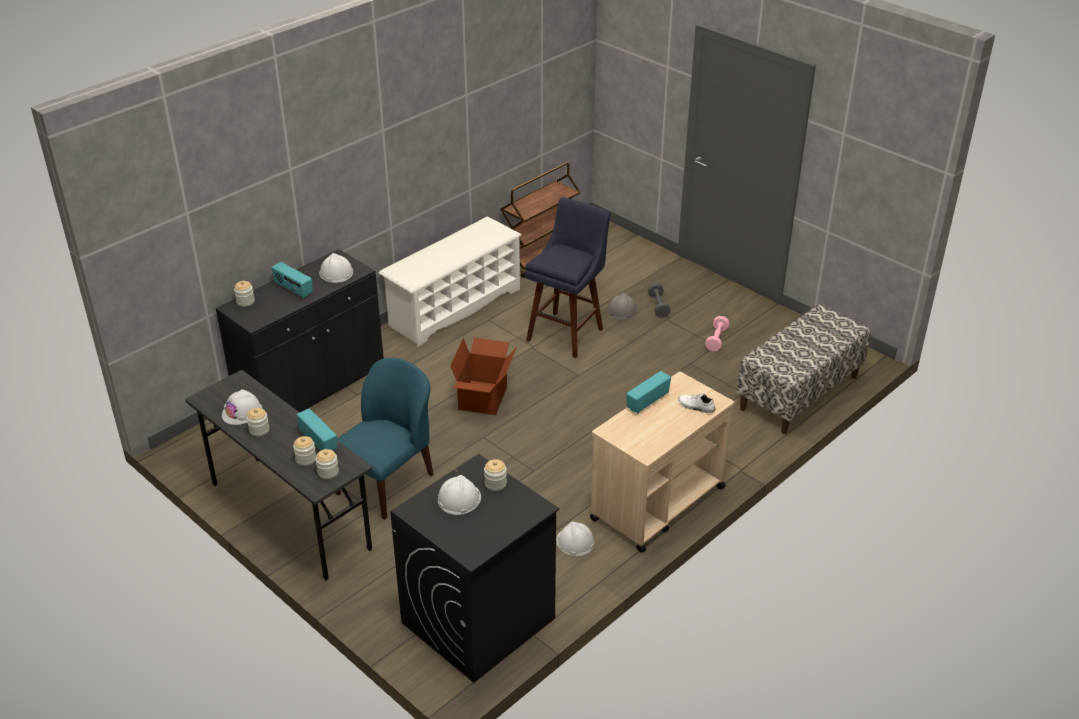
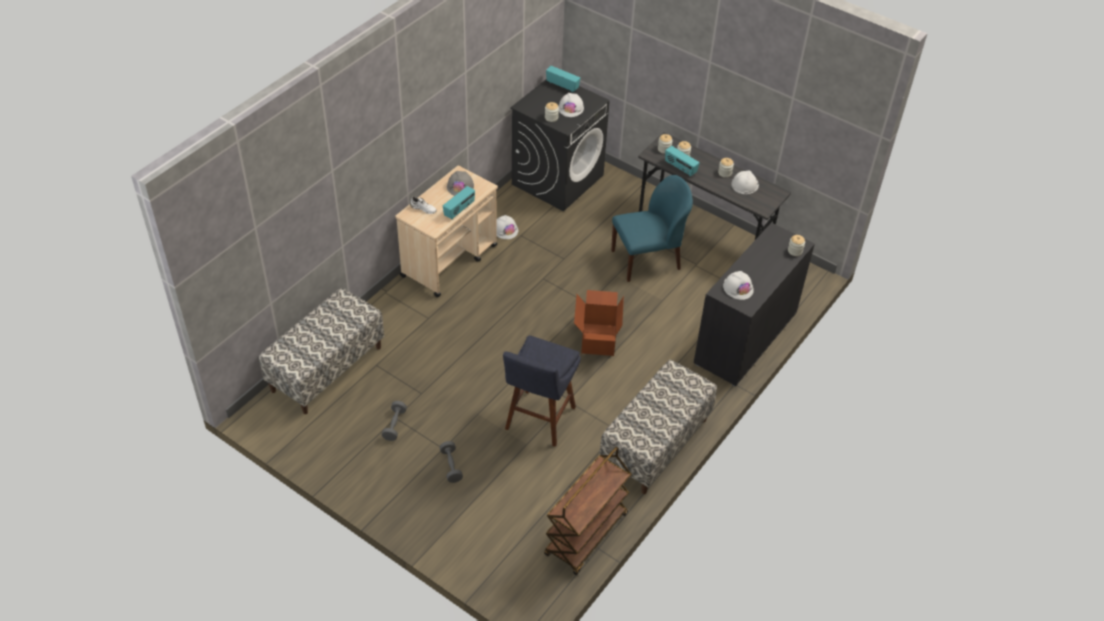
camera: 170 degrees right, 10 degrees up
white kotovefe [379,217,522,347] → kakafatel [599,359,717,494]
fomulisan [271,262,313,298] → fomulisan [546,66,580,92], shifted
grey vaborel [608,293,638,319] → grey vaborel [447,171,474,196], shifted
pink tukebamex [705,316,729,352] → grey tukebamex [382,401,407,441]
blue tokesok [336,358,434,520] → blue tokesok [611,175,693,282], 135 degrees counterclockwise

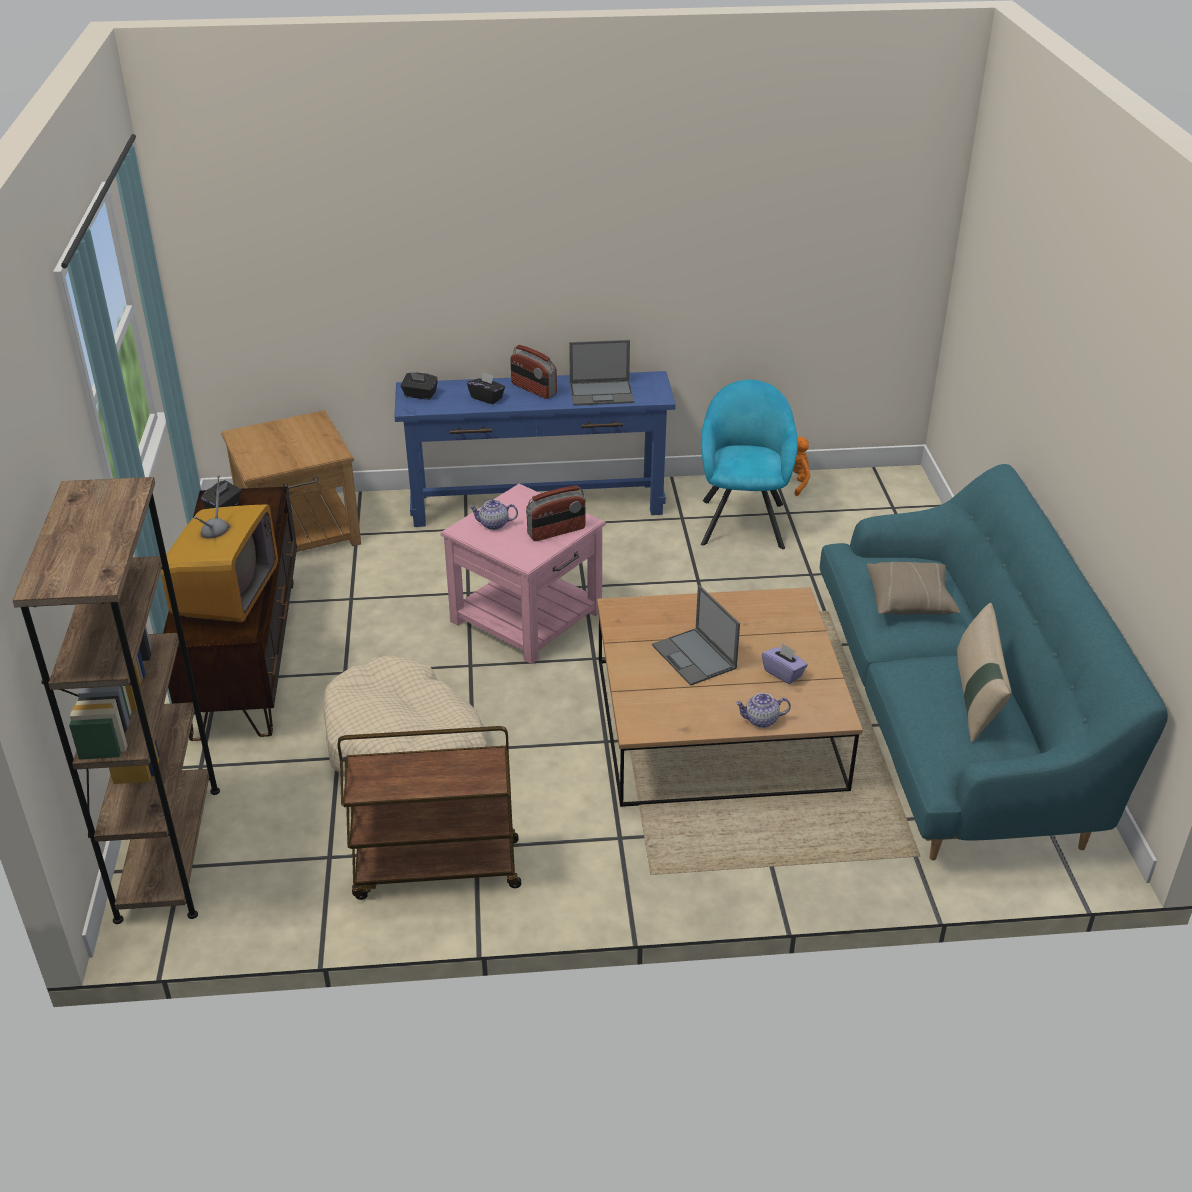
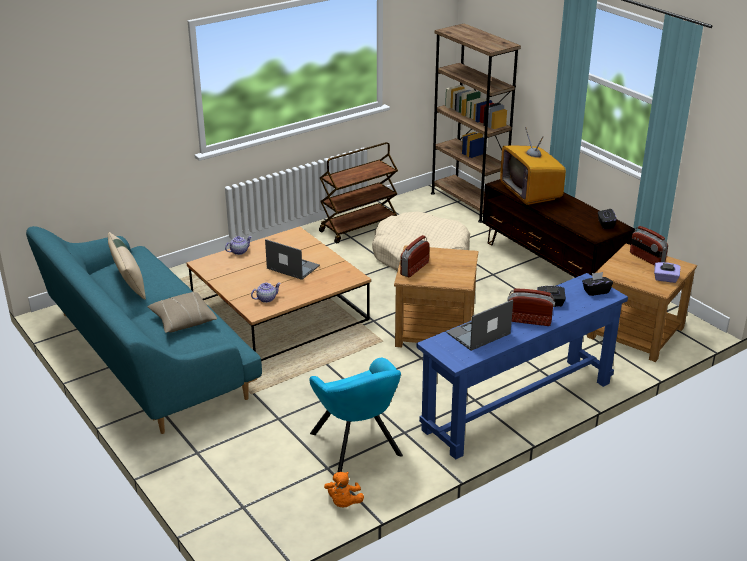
camera: 150 degrees right, 5 degrees down
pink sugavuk [440,484,606,664] → brown sugavuk [394,245,478,347]
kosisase [469,499,518,530] → kosisase [251,283,281,303], shifted
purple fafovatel [762,643,808,684] → purple fafovatel [654,262,681,283], shifted
- → fomulisan [630,226,668,265]

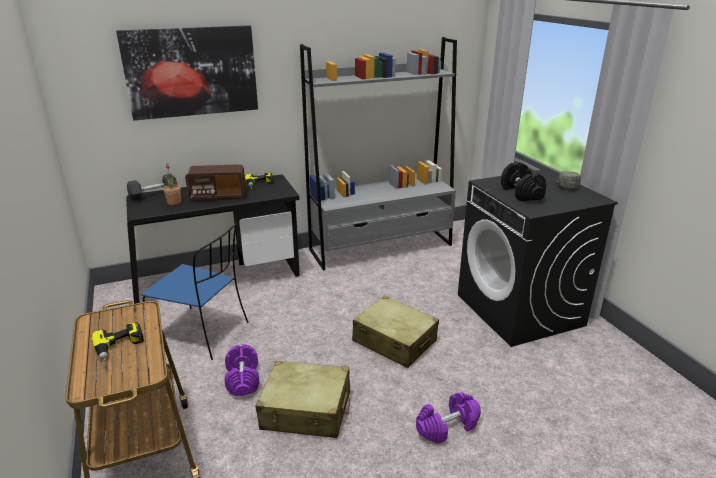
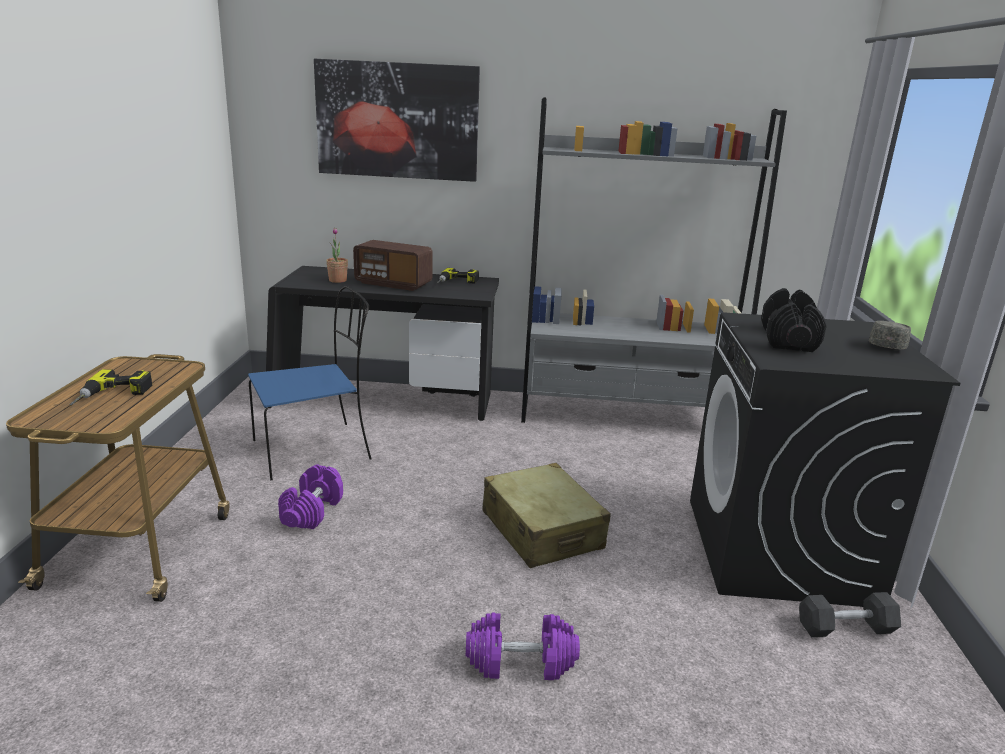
camera: 25 degrees right, 5 degrees down
grey tukebamex [127,174,178,201] → grey tukebamex [799,592,901,637], shifted
blue tokesok [141,223,249,360] → blue tokesok [248,286,372,480], 75 degrees counterclockwise
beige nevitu [256,361,350,438] → -

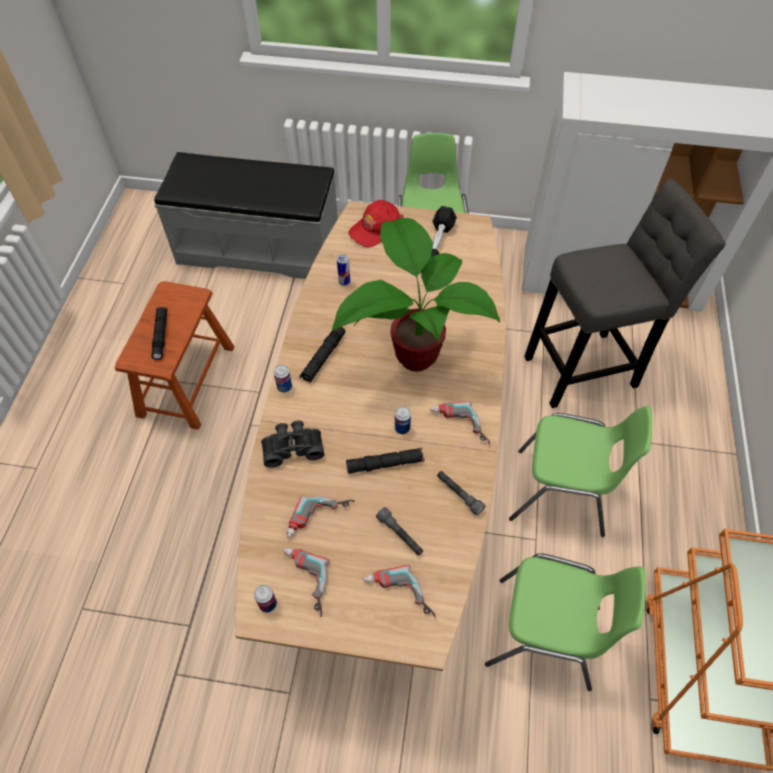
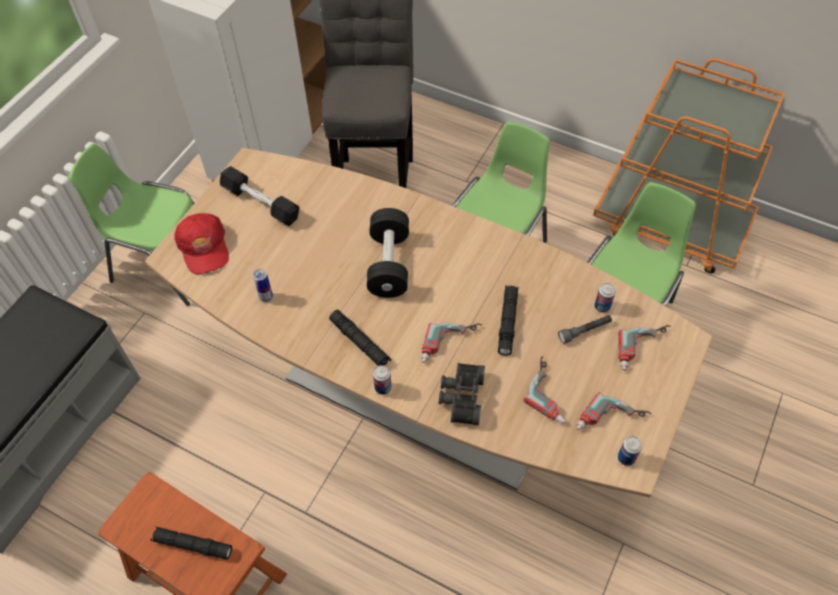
camera: 70 degrees left, 0 degrees up
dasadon [331,218,500,372] → black tukebamex [367,208,409,298]
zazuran [430,401,490,444] → zazuran [421,323,482,363], shifted
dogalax [395,406,411,434] → dogalax [594,283,615,313], shifted
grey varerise [437,471,485,516] → -

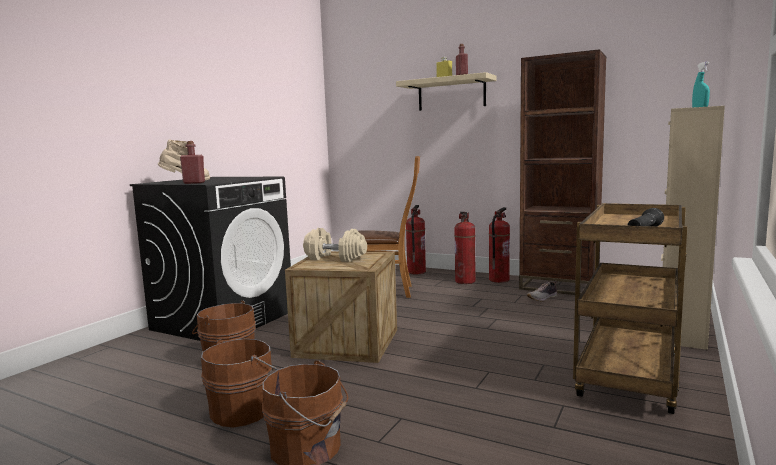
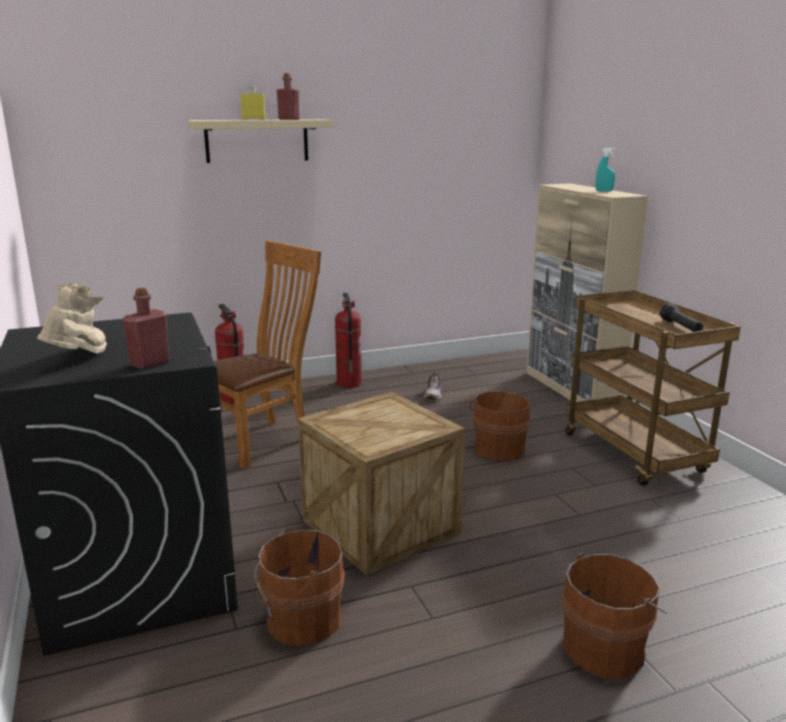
camera: 50 degrees left, 10 degrees up
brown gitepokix [519,49,607,295] → -
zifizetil [454,212,476,284] → -
beige tukebamex [303,228,367,262] → -
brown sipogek [201,339,279,428] → brown sipogek [470,391,531,461], shifted

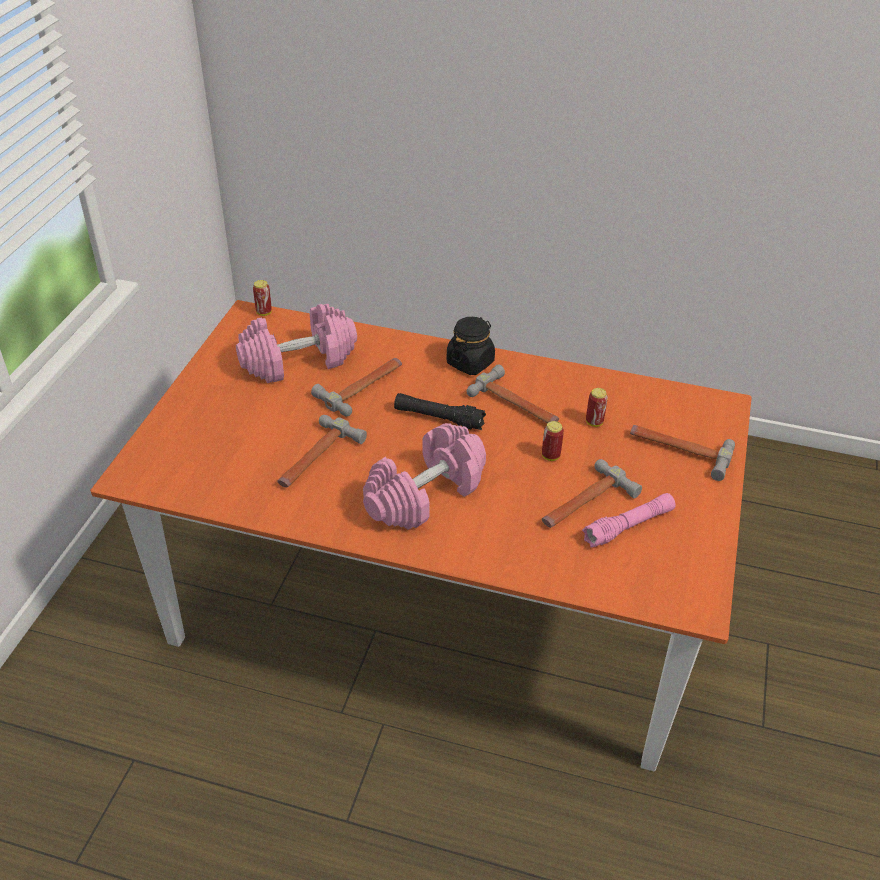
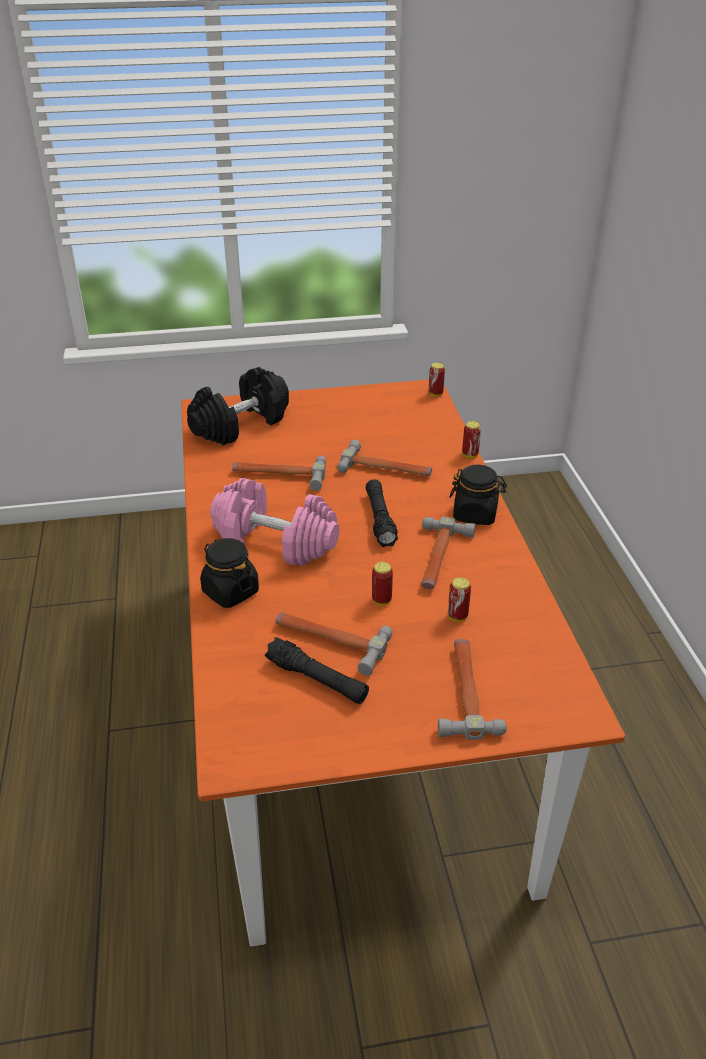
camera: 65 degrees right, 5 degrees down
pink tukebamex [236,304,357,383] → -
pink varerise [582,493,676,548] → black varerise [265,637,369,704]
- → black tukebamex [187,367,289,445]
- → dogalax [462,421,481,458]
- → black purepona [200,538,259,608]

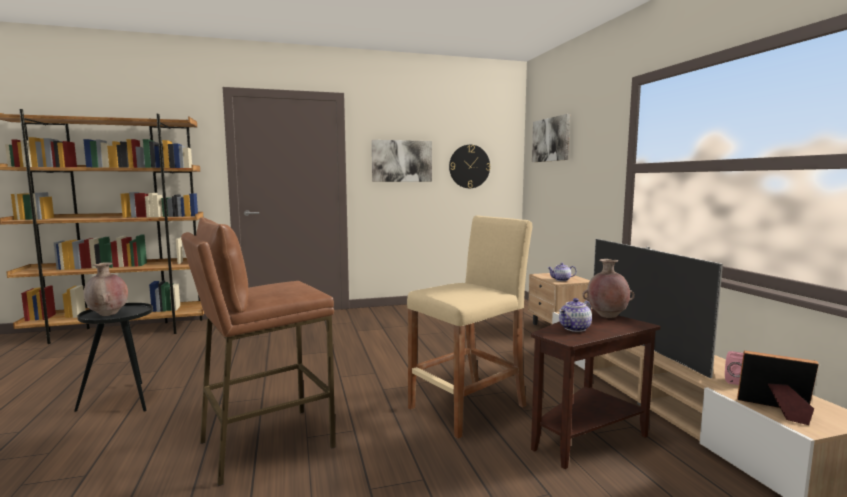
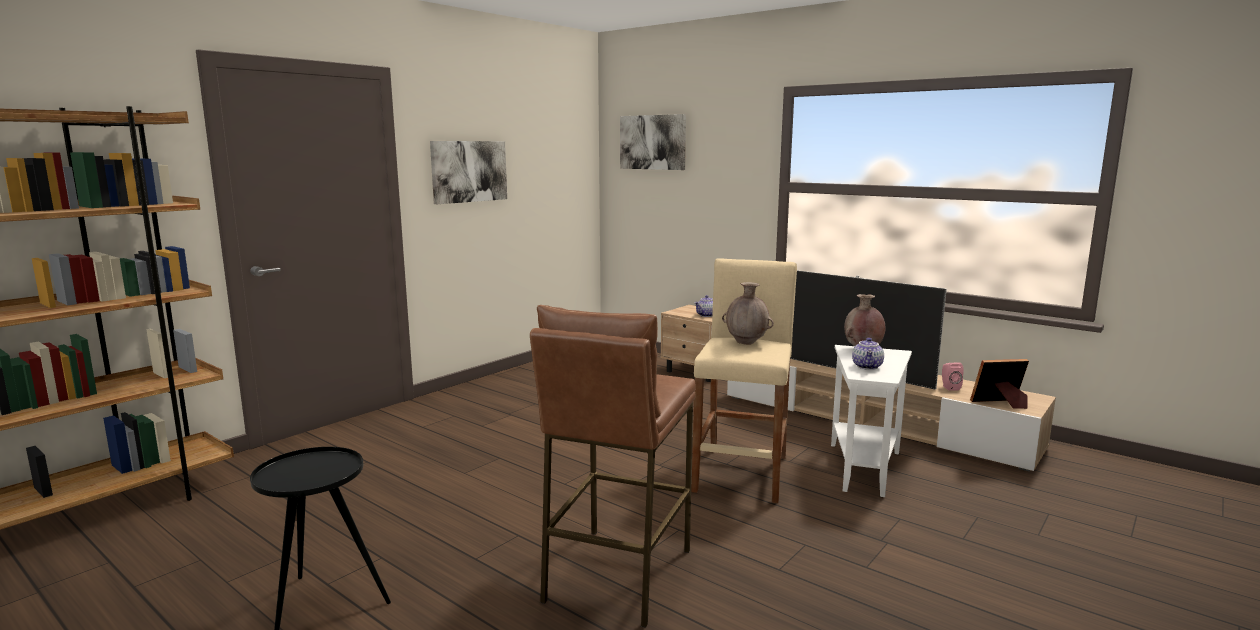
camera: 35 degrees left, 5 degrees up
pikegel [449,145,490,188] → -
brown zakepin [83,262,128,316] → brown zakepin [722,282,774,345], shifted
brown sugavuk [531,309,661,469] → white sugavuk [831,345,912,497]

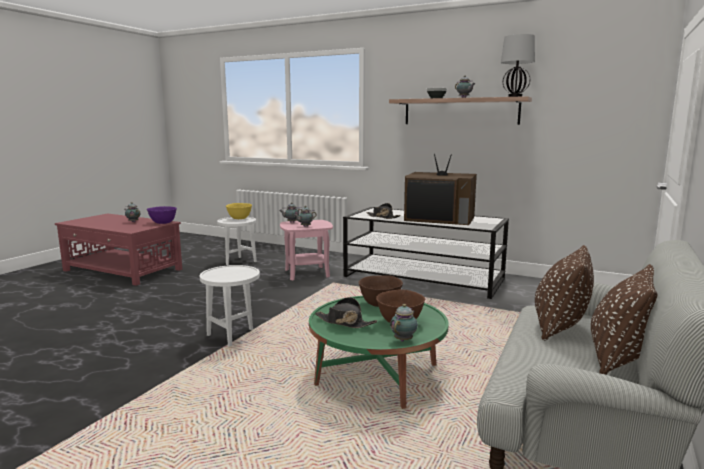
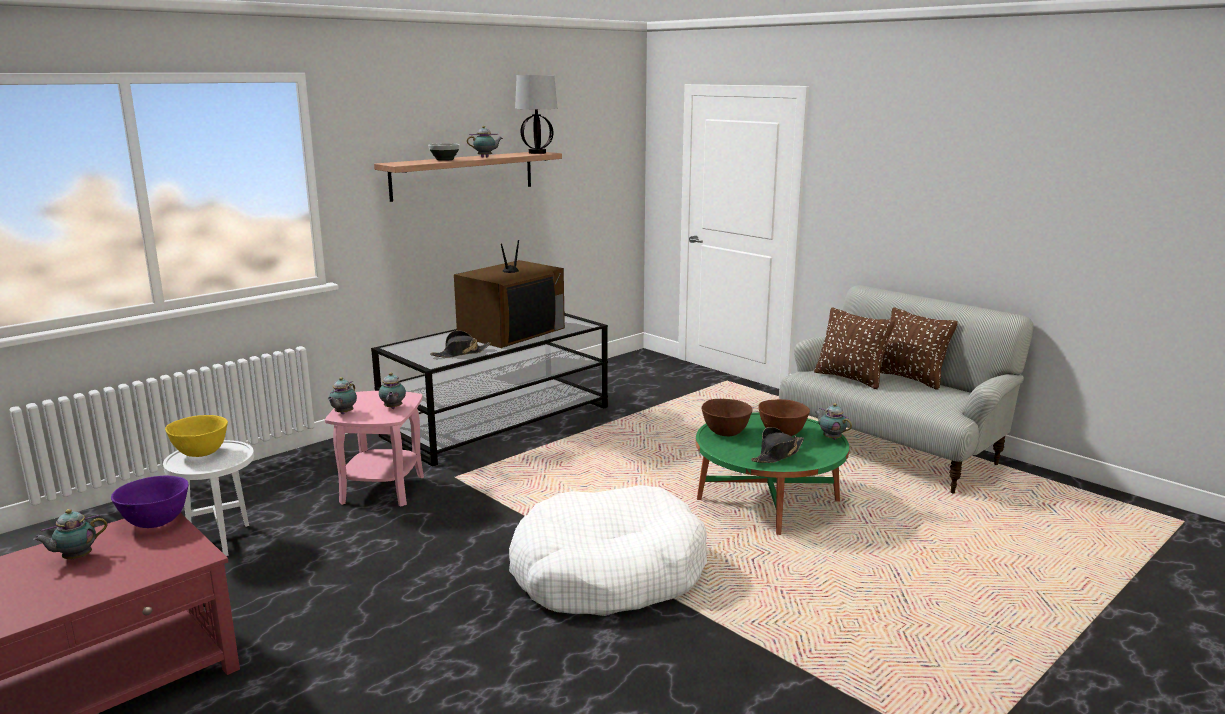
camera: 70 degrees left, 5 degrees up
white sugavuk [200,265,260,347] → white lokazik [509,485,707,616]

